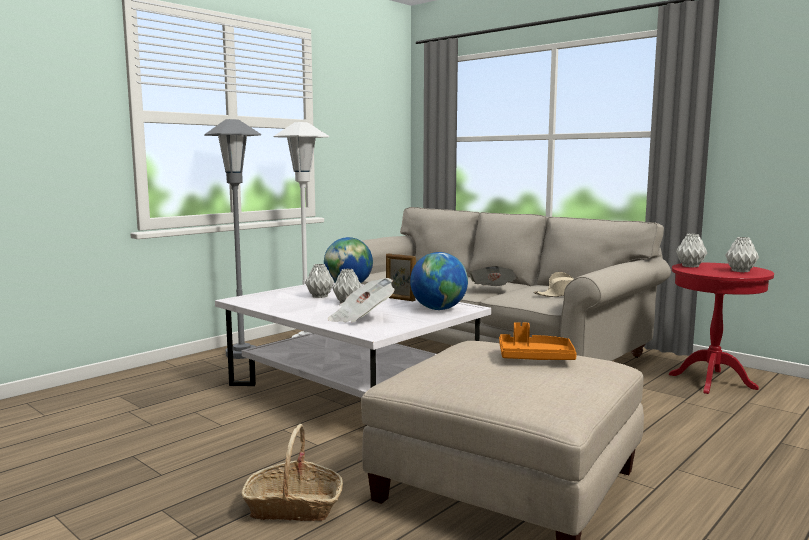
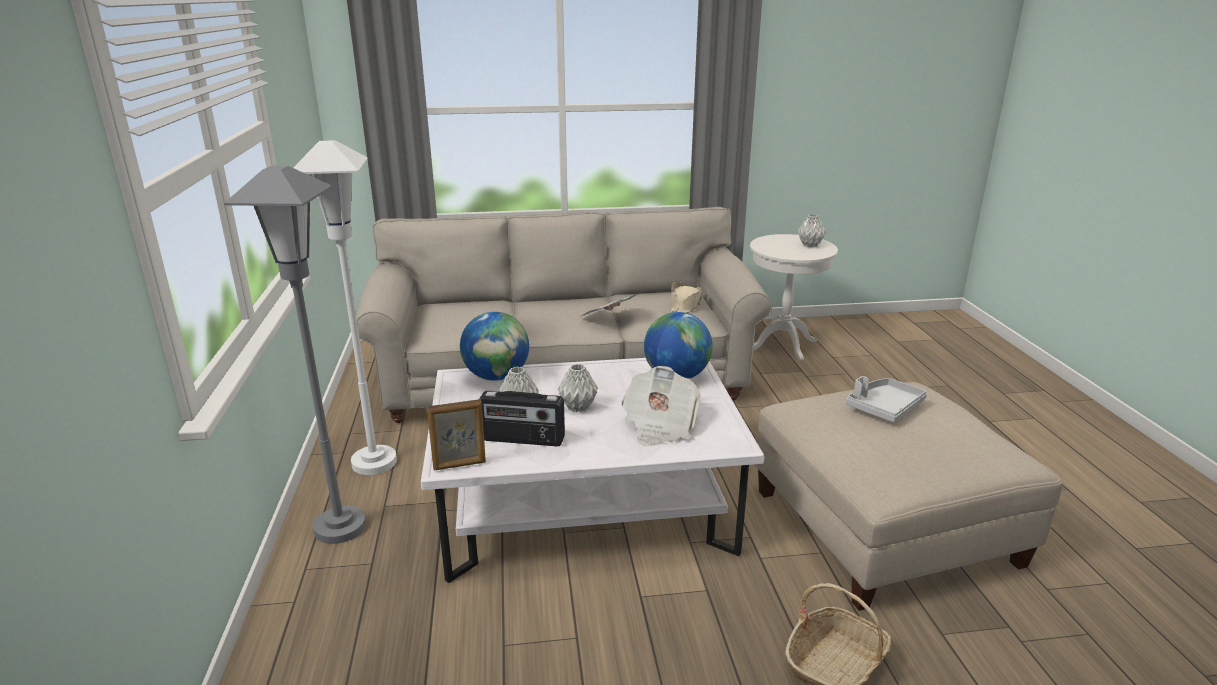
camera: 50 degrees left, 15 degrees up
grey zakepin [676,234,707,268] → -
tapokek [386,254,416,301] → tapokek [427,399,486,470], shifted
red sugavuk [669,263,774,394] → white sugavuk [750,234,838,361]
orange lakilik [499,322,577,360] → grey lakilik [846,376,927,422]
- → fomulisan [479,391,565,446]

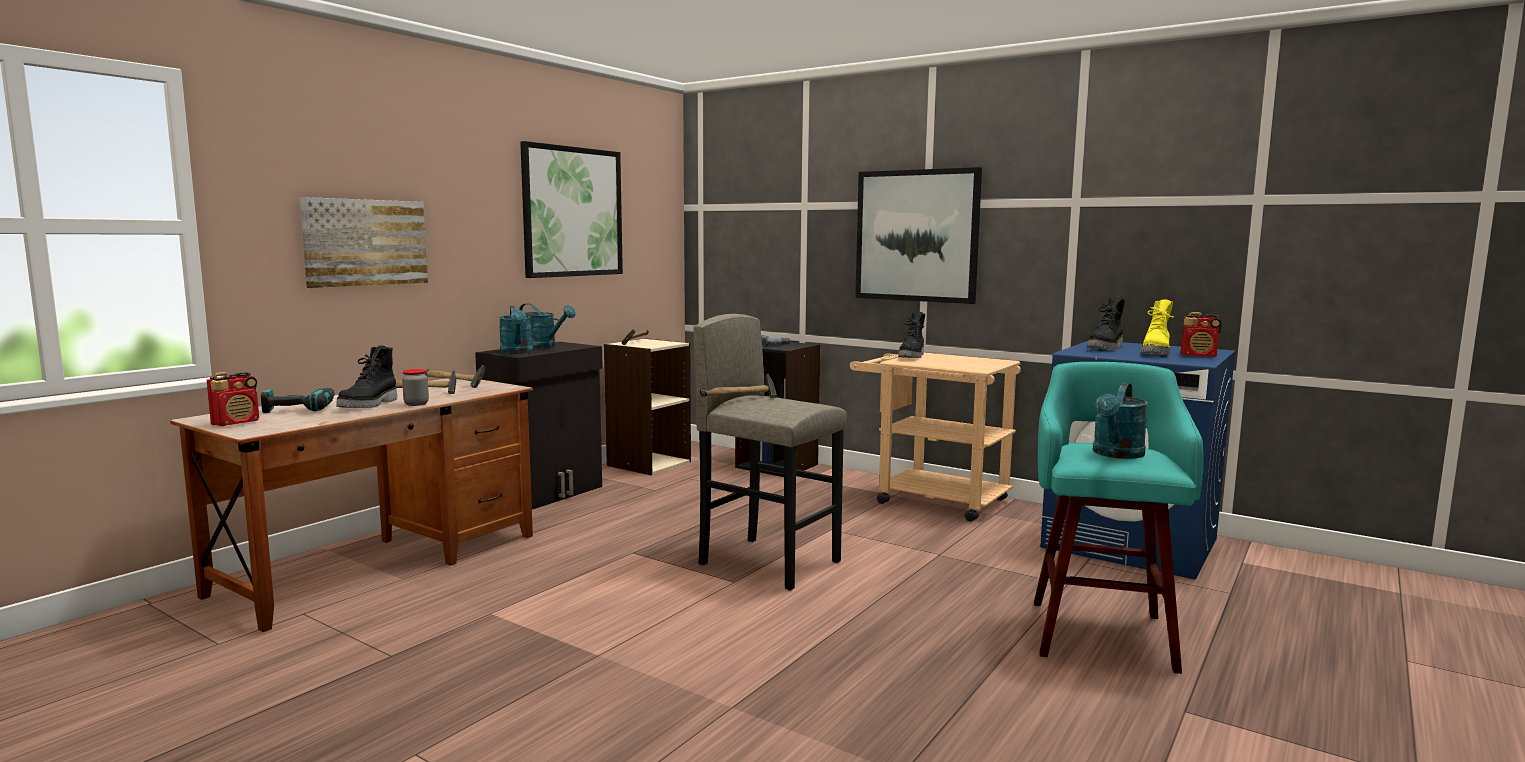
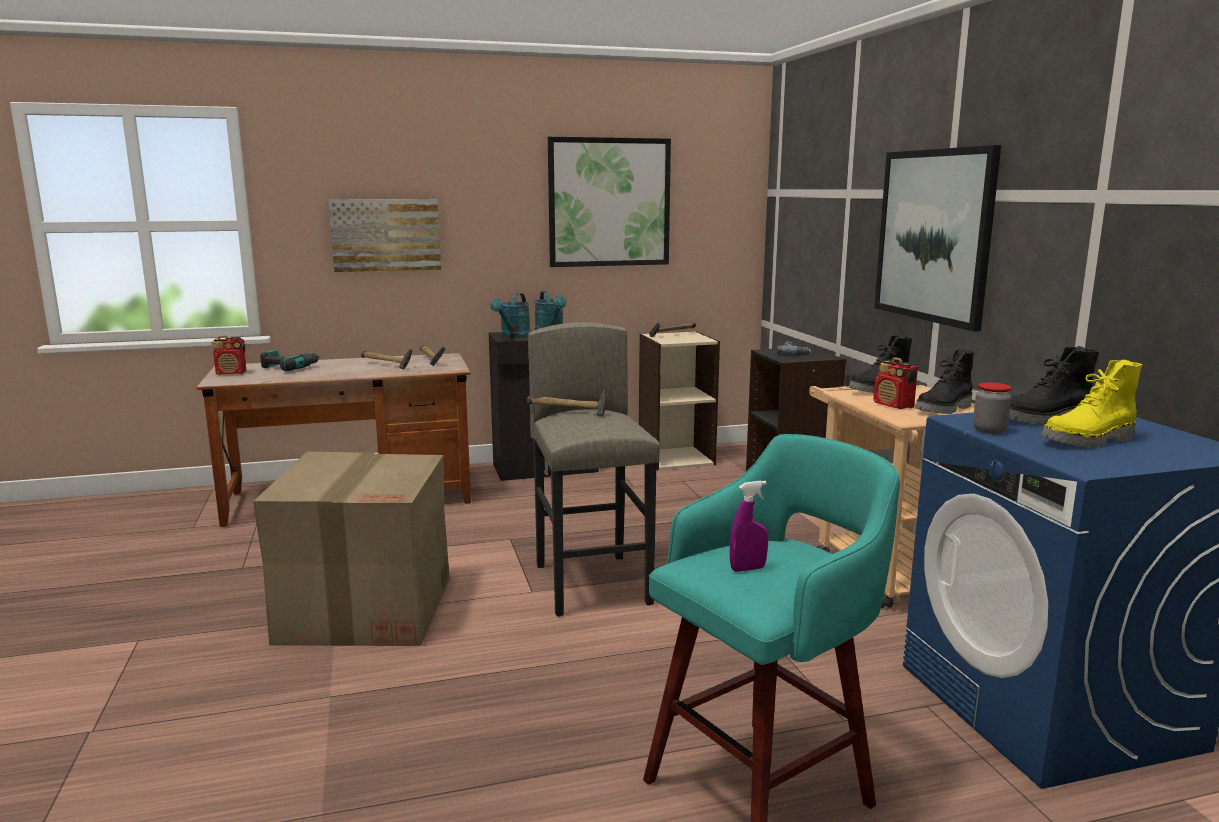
camera: 40 degrees right, 5 degrees up
fomulisan [1181,312,1222,357] → fomulisan [874,357,918,409], shifted
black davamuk [336,345,397,408] → black davamuk [915,349,975,414], shifted
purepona [402,369,429,406] → purepona [973,382,1012,434], shifted
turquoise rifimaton [1093,383,1148,459] → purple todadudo [730,480,768,572]
- → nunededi [253,452,450,646]

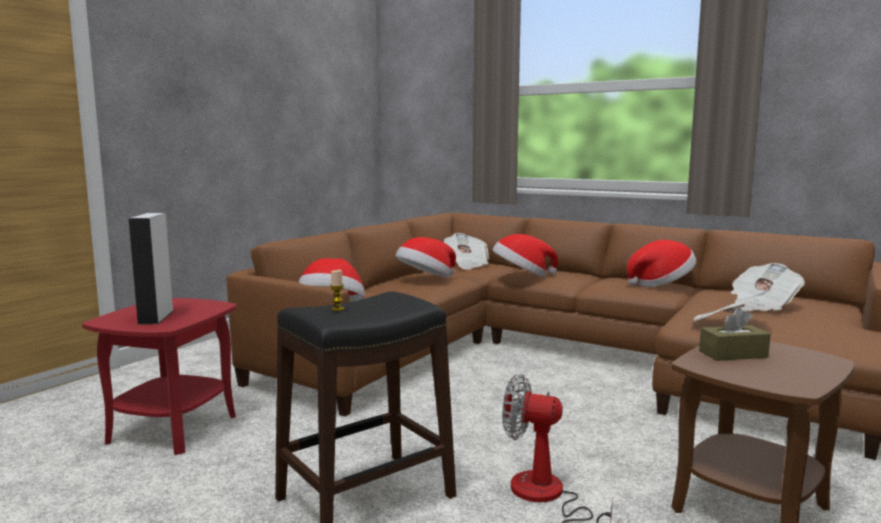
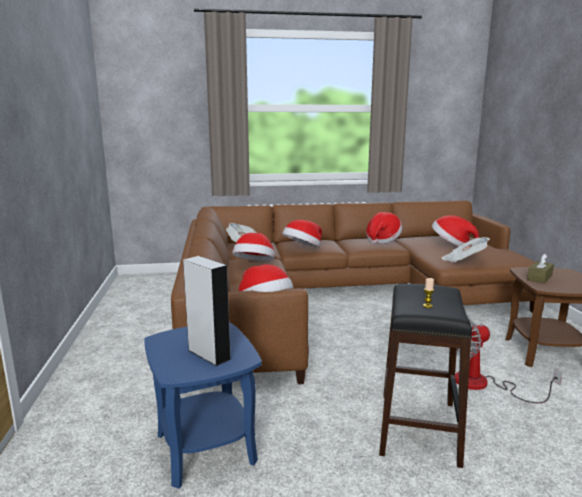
camera: 40 degrees left, 5 degrees up
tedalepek [731,263,805,311] → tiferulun [432,215,479,246]
red sugavuk [82,298,237,455] → blue sugavuk [144,323,262,489]

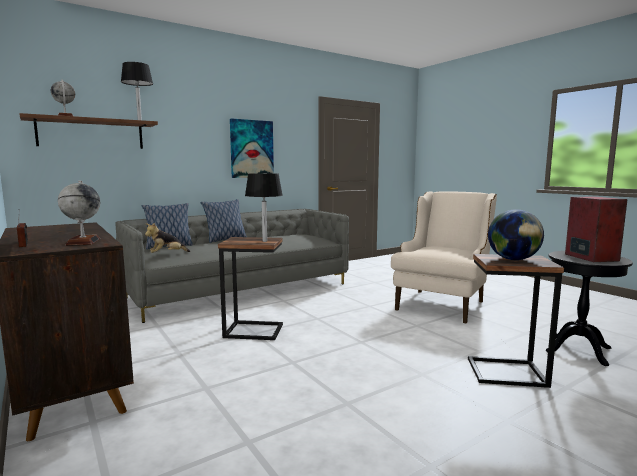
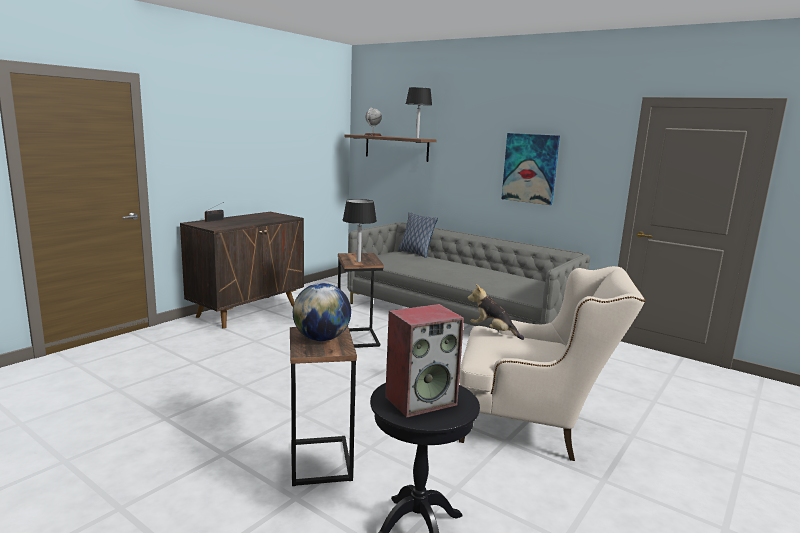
camera: 70 degrees right, 5 degrees up
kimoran [58,180,100,246] → -
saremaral [200,199,247,243] → -
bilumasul [145,223,191,253] → bilumasul [468,284,524,340], shifted

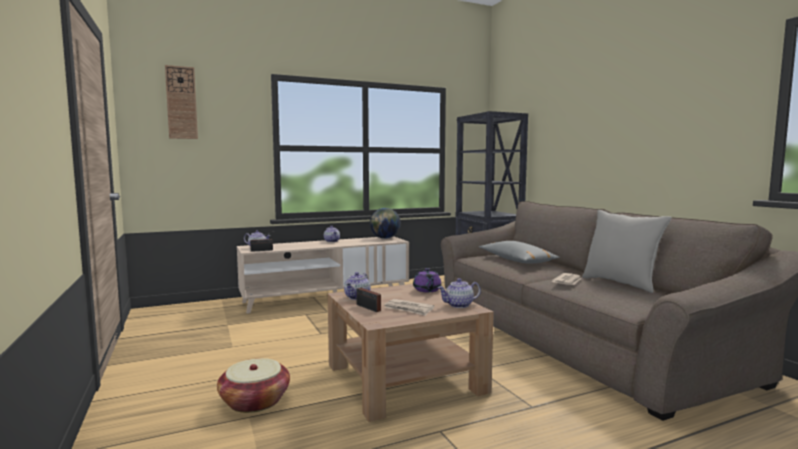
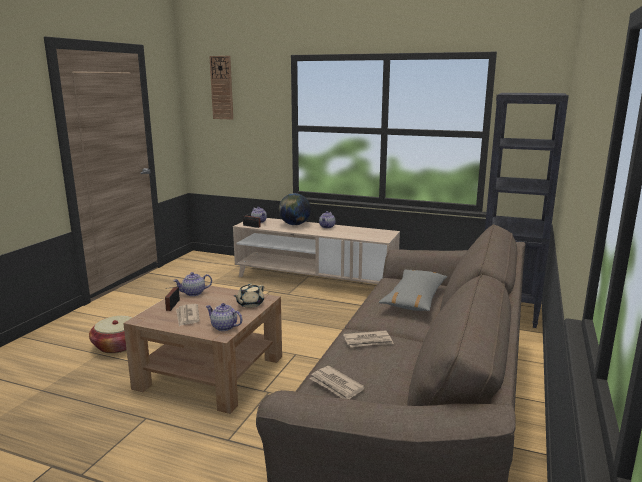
camera: 45 degrees right, 10 degrees up
kimoran [370,208,401,239] → kimoran [279,193,311,225], shifted
grey saremaral [582,210,672,293] → -
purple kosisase [413,268,442,292] → beige kosisase [234,284,264,308]
- → tedalepek [309,366,365,399]

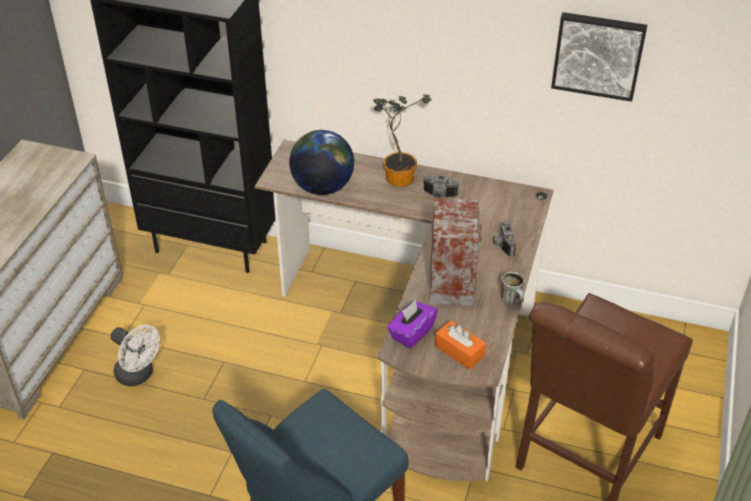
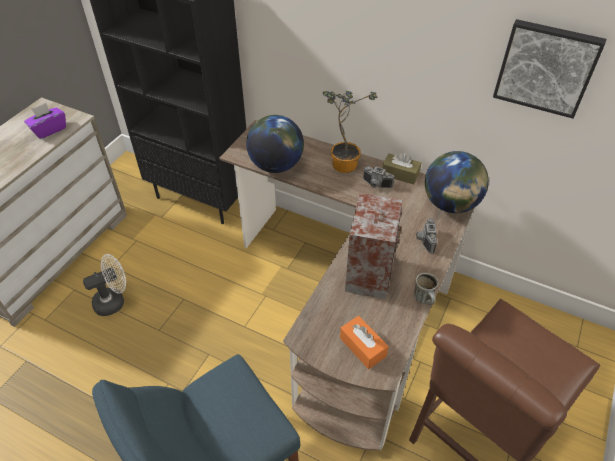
camera: 10 degrees right, 5 degrees up
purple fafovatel [387,300,438,348] → purple fafovatel [24,103,66,139], shifted
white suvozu [111,325,160,386] → white suvozu [83,254,126,316], 75 degrees counterclockwise
- → kimoran [425,151,489,213]
- → brown fafovatel [382,152,421,185]

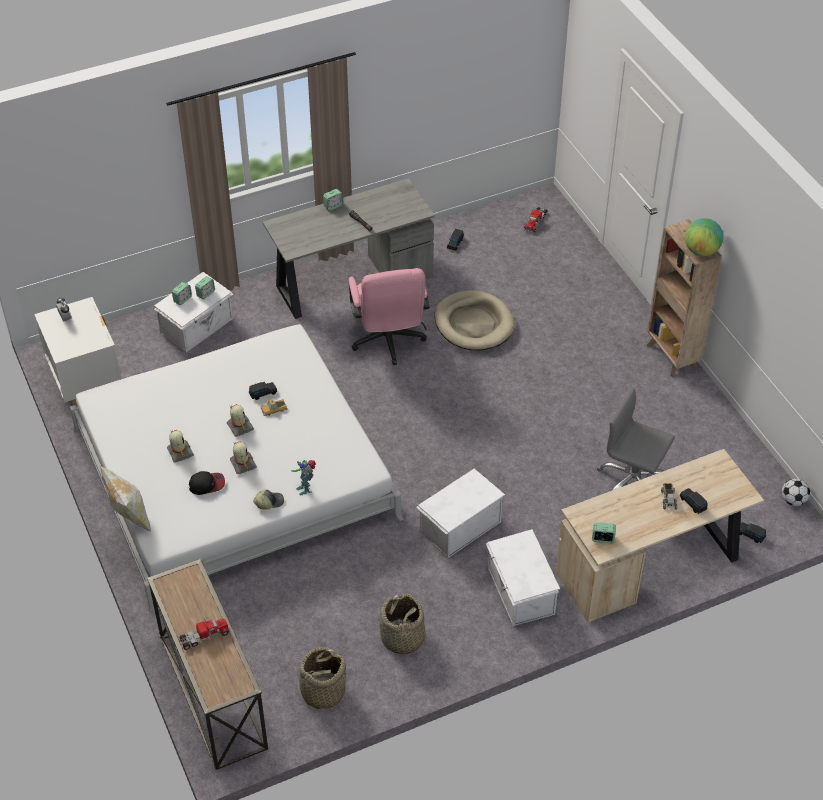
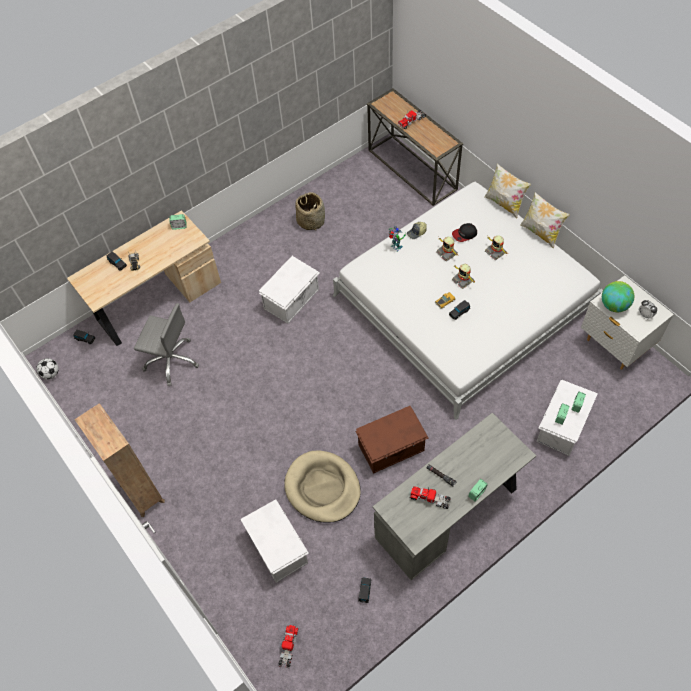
camera: 170 degrees right, 10 degrees up
kimoran [685,218,723,256] → kimoran [602,281,634,312], shifted
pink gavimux [348,268,429,365] → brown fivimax [355,406,429,474]
white fivimax [486,529,560,626] → white fivimax [240,499,309,583], shifted
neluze [296,647,346,709] → -
- → saremaral [520,192,570,249]
- → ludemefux [410,486,452,509]

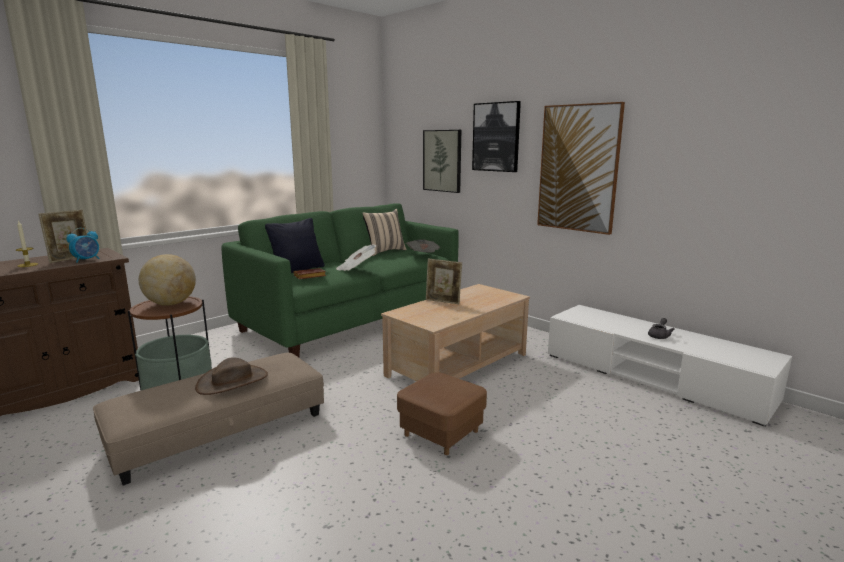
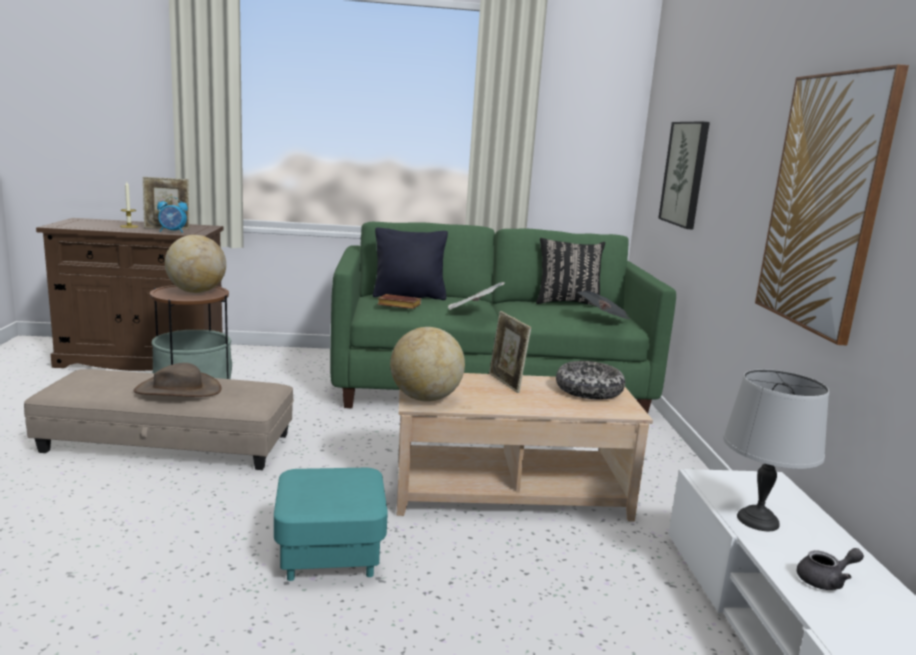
camera: 40 degrees right, 0 degrees up
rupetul [472,101,521,172] → -
beige saremaral [362,209,407,256] → black saremaral [536,238,605,306]
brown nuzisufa [397,372,487,455] → turquoise nuzisufa [274,468,388,581]
- → kimoran [390,327,465,402]
- → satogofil [556,361,625,400]
- → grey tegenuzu [723,369,829,531]

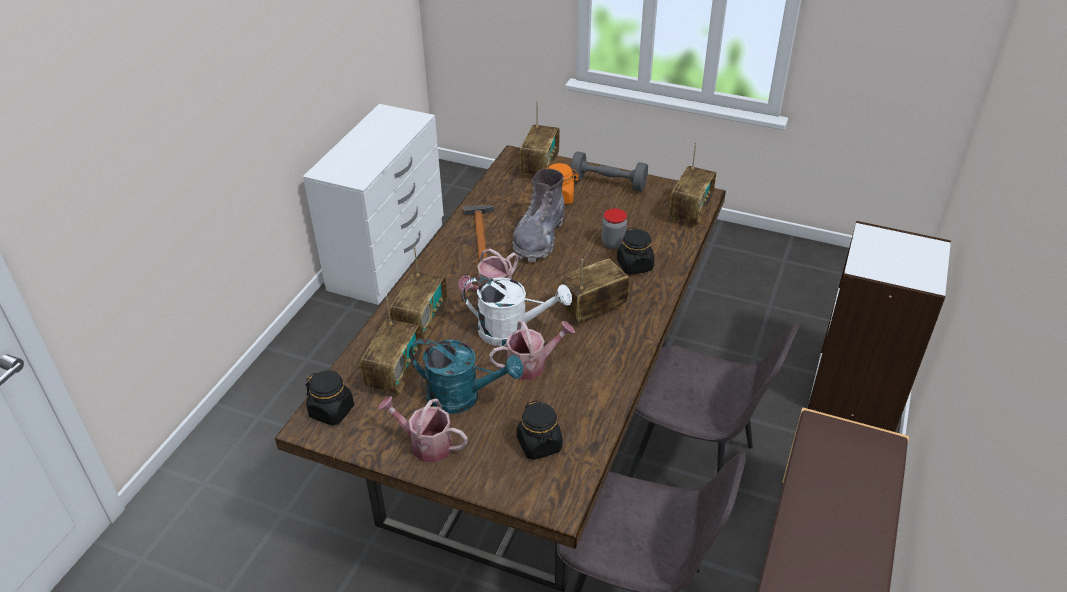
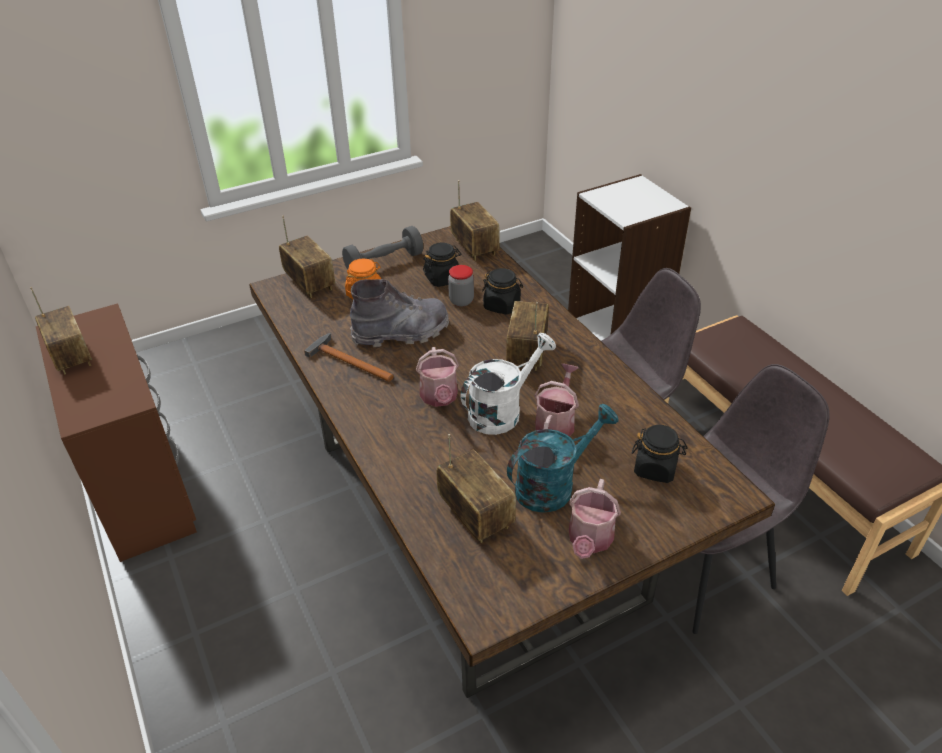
camera: 50 degrees left, 0 degrees up
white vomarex [303,104,444,305] → brown vomarex [36,303,197,562]
grey davamuk [512,169,565,262] → grey davamuk [350,279,449,347], 75 degrees counterclockwise
fomulisan [389,247,448,339] → fomulisan [30,287,92,375], shifted
black purepona [306,370,354,426] → black purepona [423,243,461,287], shifted
rifimaton [378,396,468,463] → rifimaton [569,479,621,559], 45 degrees counterclockwise

